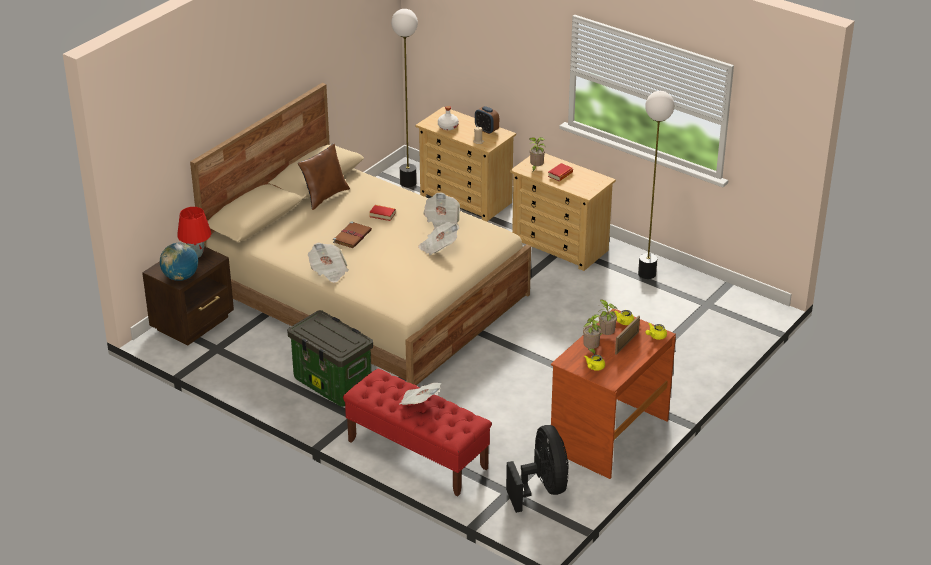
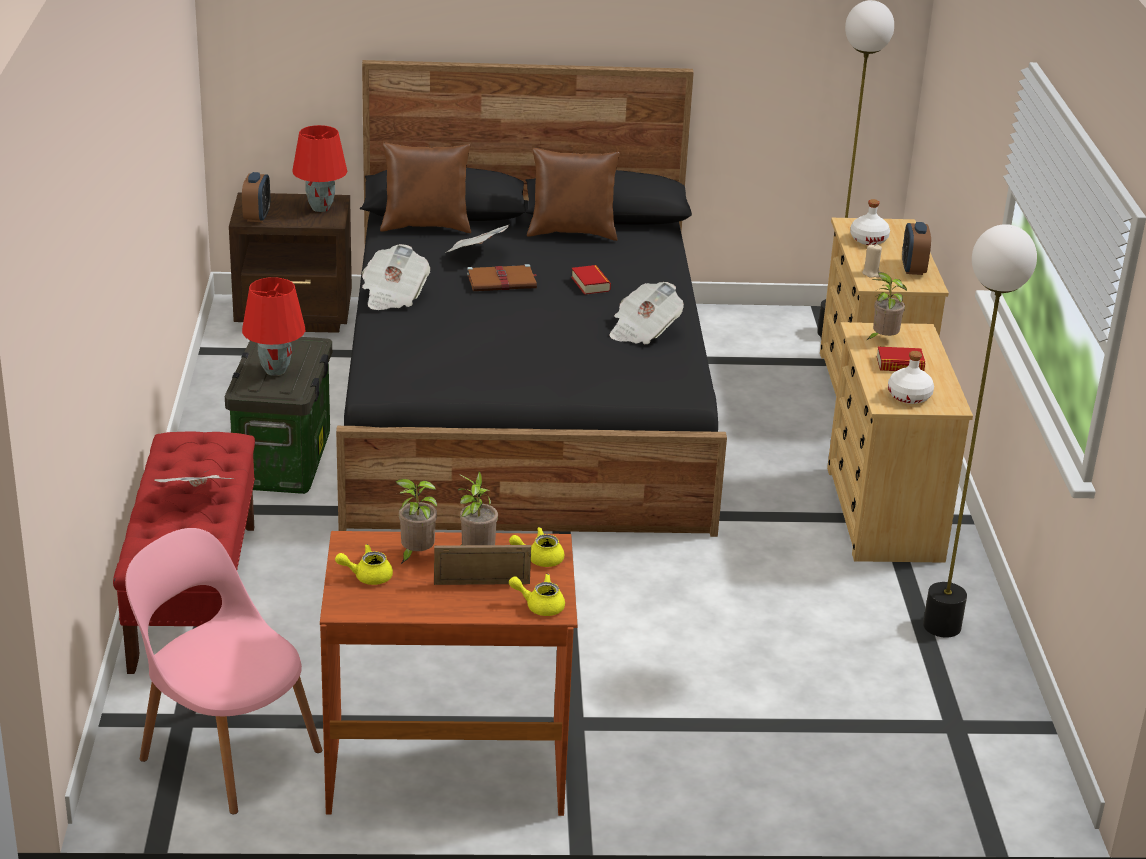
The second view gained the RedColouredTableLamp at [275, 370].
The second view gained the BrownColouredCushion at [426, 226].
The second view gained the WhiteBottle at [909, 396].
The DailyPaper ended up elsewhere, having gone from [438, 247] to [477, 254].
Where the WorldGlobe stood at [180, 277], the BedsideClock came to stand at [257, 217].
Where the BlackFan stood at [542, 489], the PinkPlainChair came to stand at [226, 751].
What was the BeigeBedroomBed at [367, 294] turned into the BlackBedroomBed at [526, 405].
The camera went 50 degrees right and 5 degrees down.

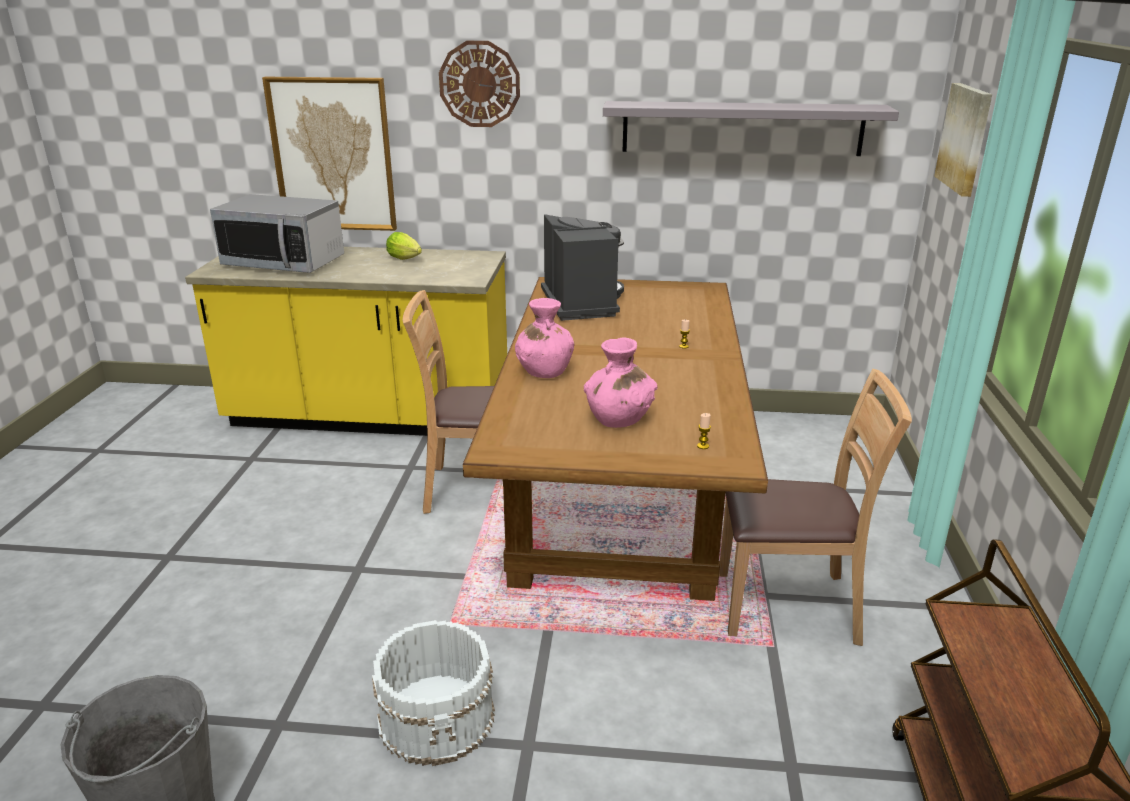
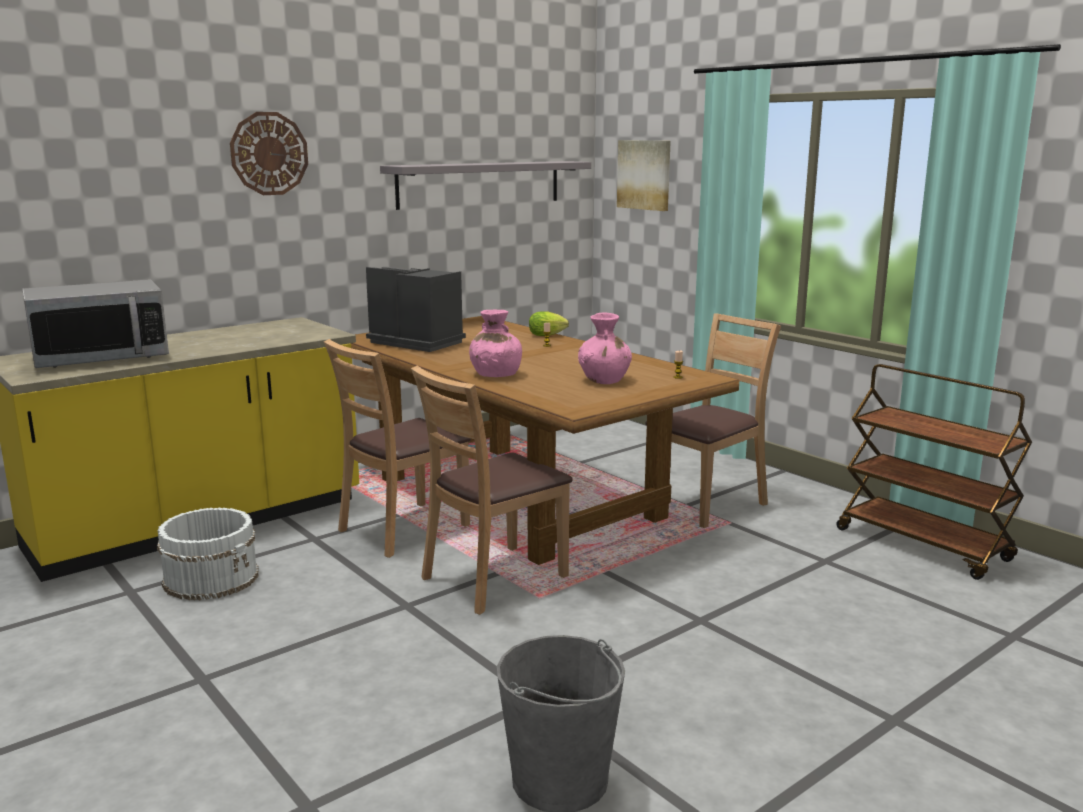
The second view lost the Picture at [333, 155].
The second view gained the BrownColouredPlainChair at [494, 579].
The WhiteBucket ended up elsewhere, having gone from [438, 716] to [212, 577].
The HeadOfLettuce ended up elsewhere, having gone from [406, 259] to [549, 335].
The camera went 45 degrees left and 10 degrees down.

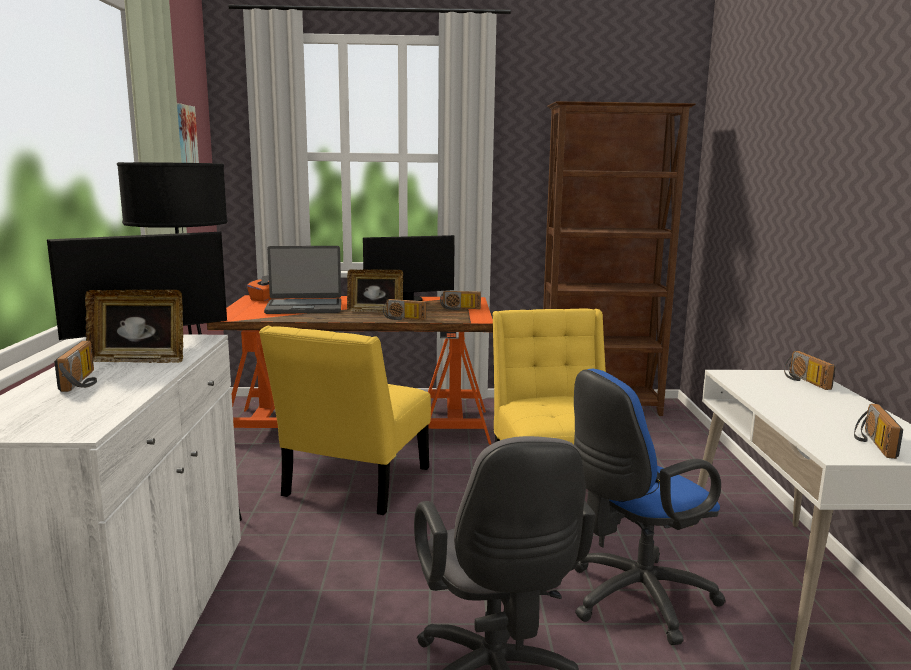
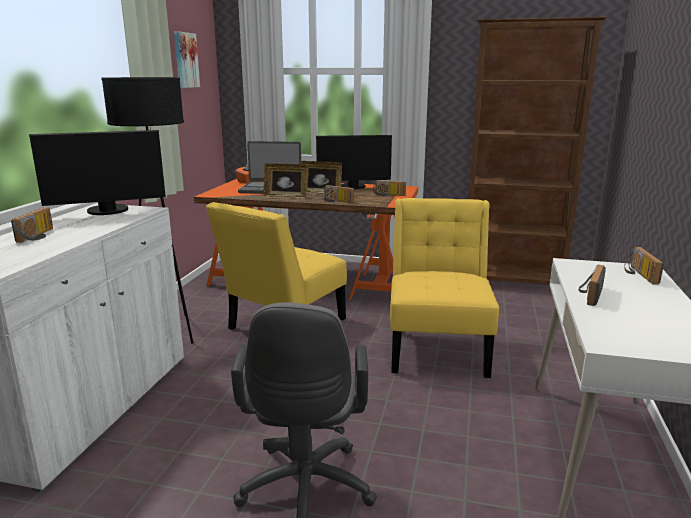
The second view lost the BlueColouredDeskChair at [633, 600].
The PictureFrame ended up elsewhere, having gone from [138, 360] to [286, 197].
The RadioReceiver ended up elsewhere, having gone from [871, 443] to [588, 294].
The camera went 15 degrees right and 5 degrees up.

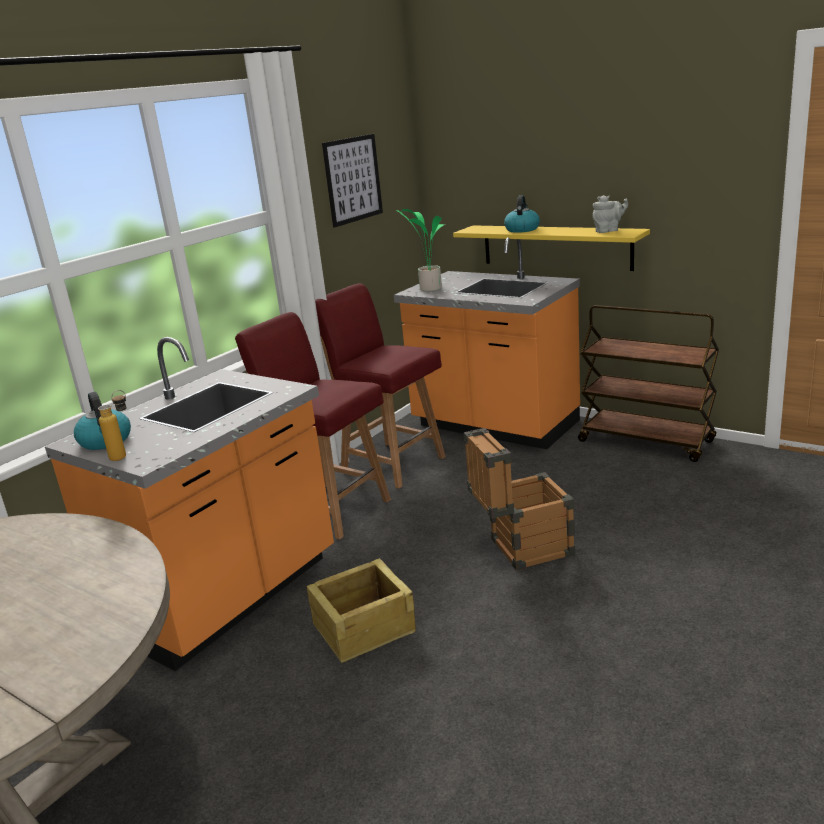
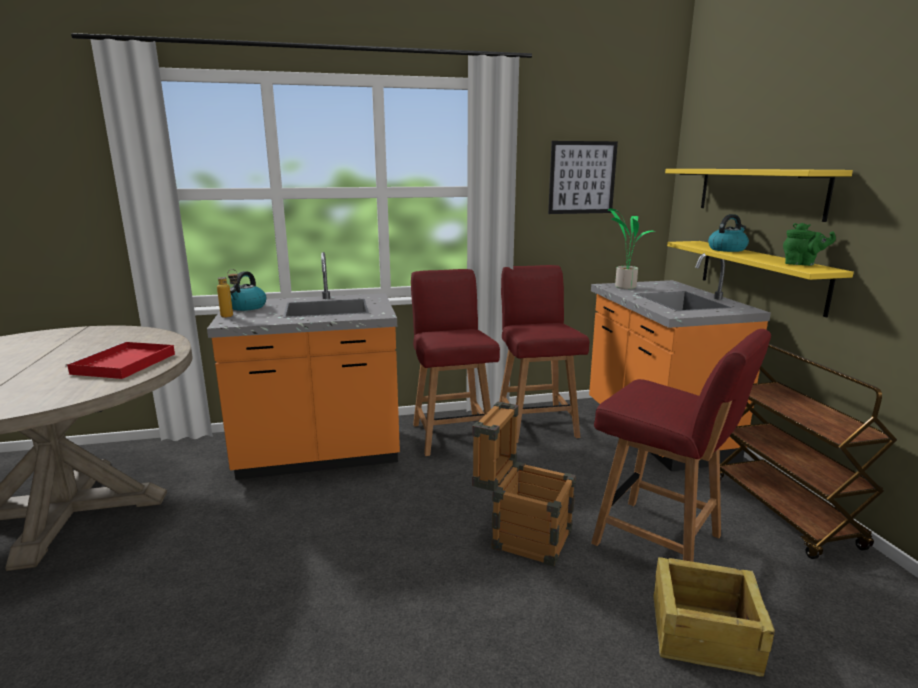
The second view gained the RedColouredCarryingTray at [123, 364].
The second view gained the RedColouredPlainChair at [660, 541].
The second view gained the YellowBracketShelf at [758, 191].
The PackingCrate ended up elsewhere, having gone from [362, 627] to [703, 633].
What was the GreyTeapot at [608, 231] turned into the GreenishTeapot at [802, 264].
The camera went 40 degrees right and 5 degrees down.

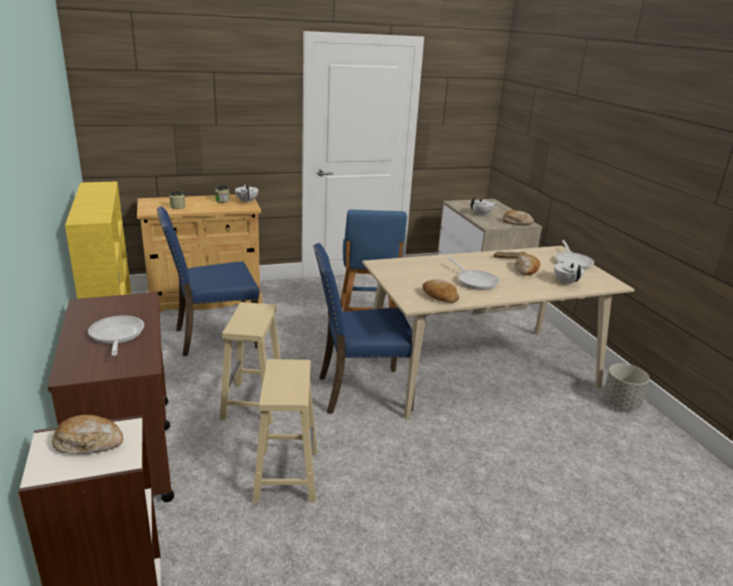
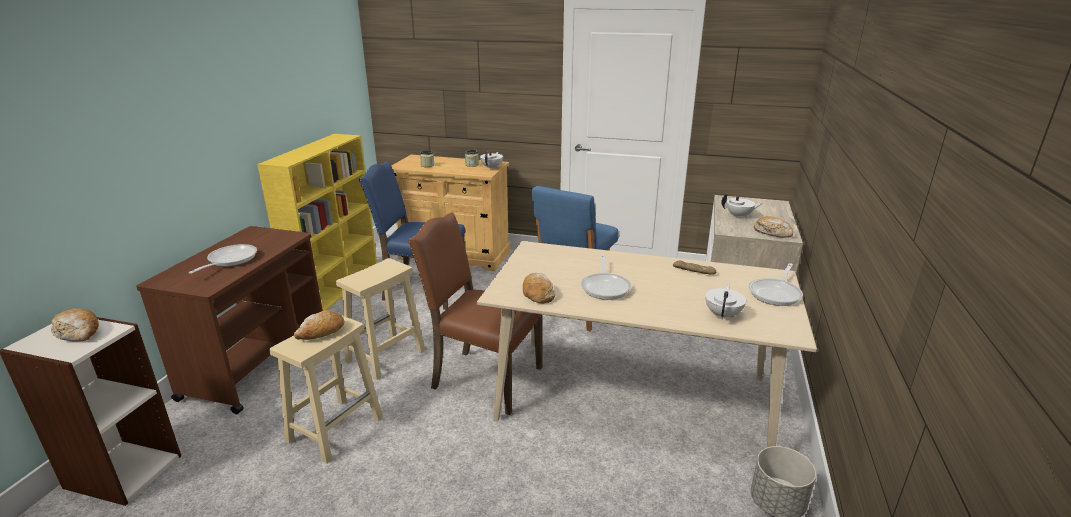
The Bread ended up elsewhere, having gone from [526, 270] to [321, 332].
What was the BlueColouredPlainChair at [361, 392] turned into the BrownColouredPlainChair at [484, 378].
The camera went 35 degrees right and 0 degrees up.

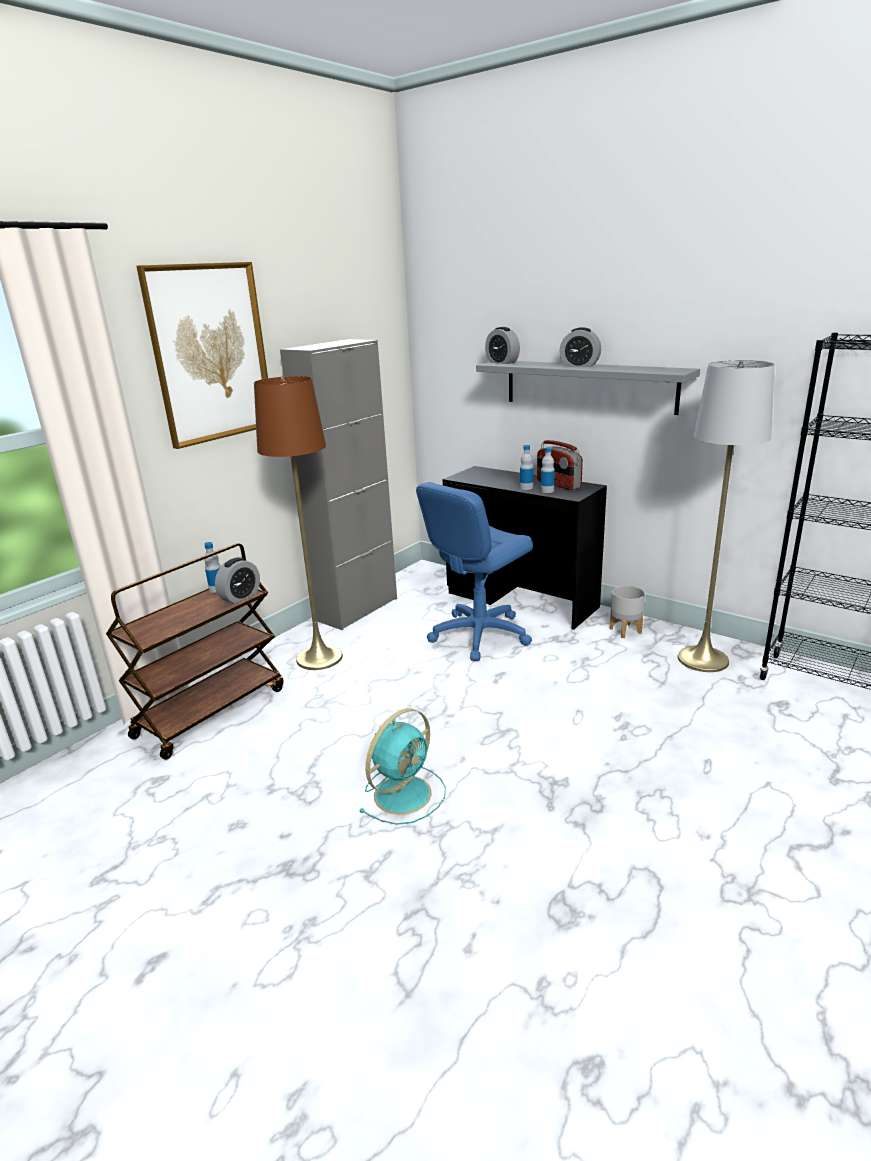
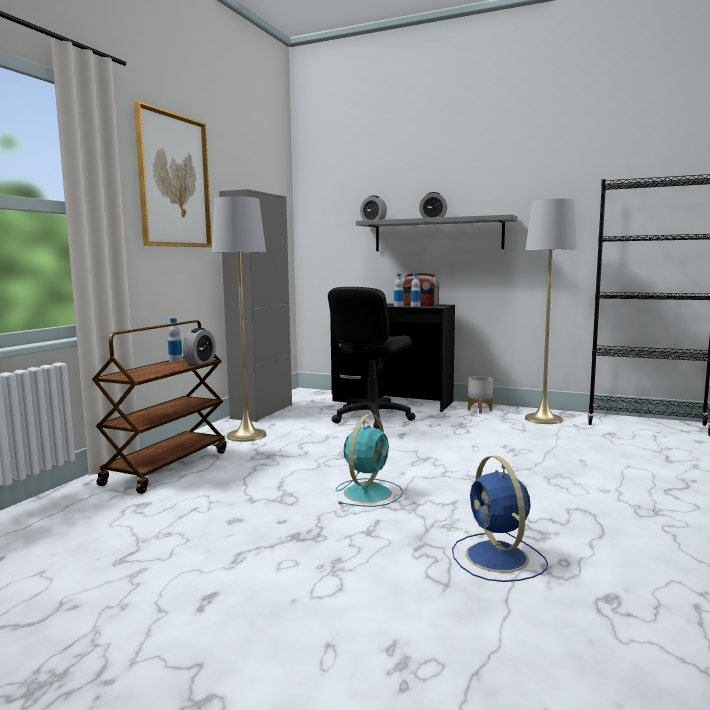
The second view gained the BlueColouredFan at [498, 558].
What was the BrownColouredStandingLamp at [319, 658] turned into the GreyStandingLamp at [246, 435].
What was the BlueColouredDeskChair at [479, 635] turned into the BlackDeskChair at [372, 418].
The camera went 15 degrees left and 15 degrees down.

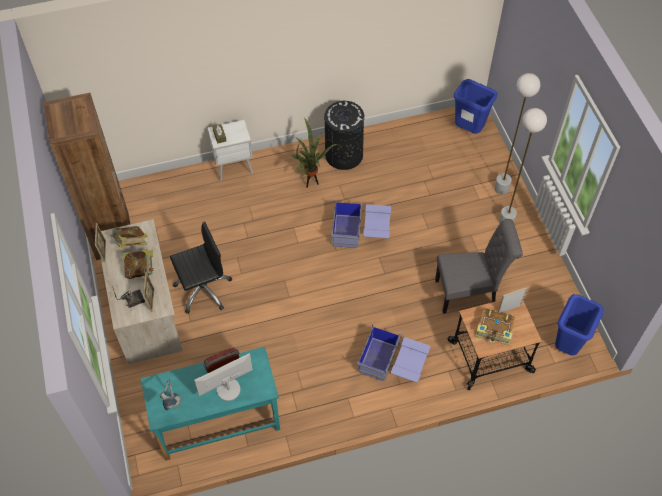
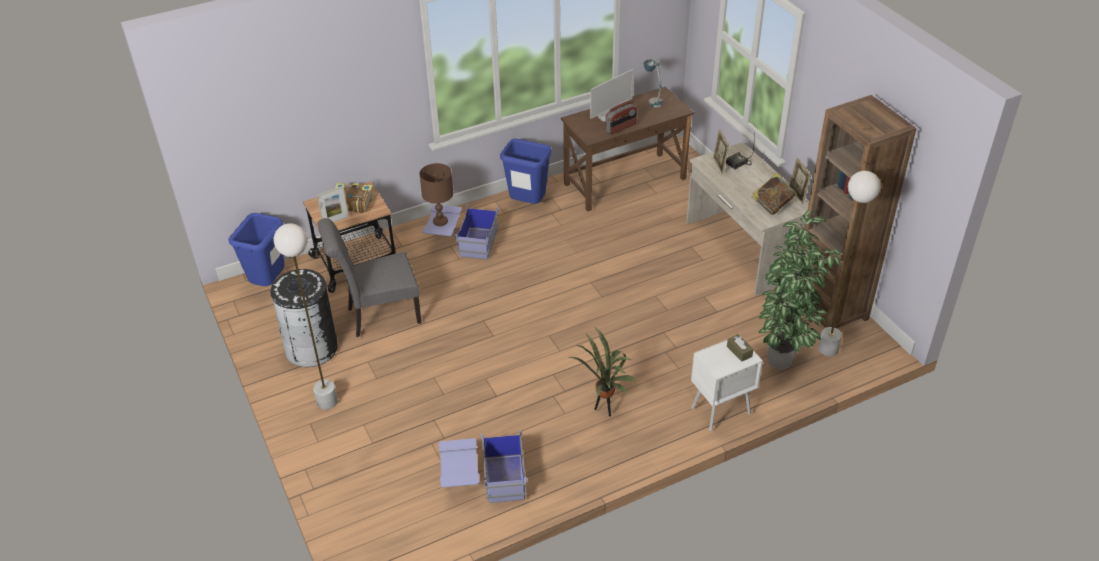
The second view lost the Volume at [140, 270].
The second view lost the BlackDeskChair at [203, 290].
The second view gained the BrownColouredTableLamp at [440, 221].
The second view gained the PlantInAPot at [782, 364].
The BlackRubbishBin ended up elsewhere, having gone from [343, 155] to [312, 348].
The BlueColouredStorageBin ended up elsewhere, having gone from [361, 233] to [483, 481].
The BlueColouredRubbishBin ended up elsewhere, having gone from [469, 130] to [527, 204].
The WhiteStandingLamp ended up elsewhere, having gone from [501, 188] to [828, 349].
What was the BlueGreenDeskUnit at [218, 422] turned into the BrownColouredDeskUnit at [624, 181].
The camera went 170 degrees right and 15 degrees down.

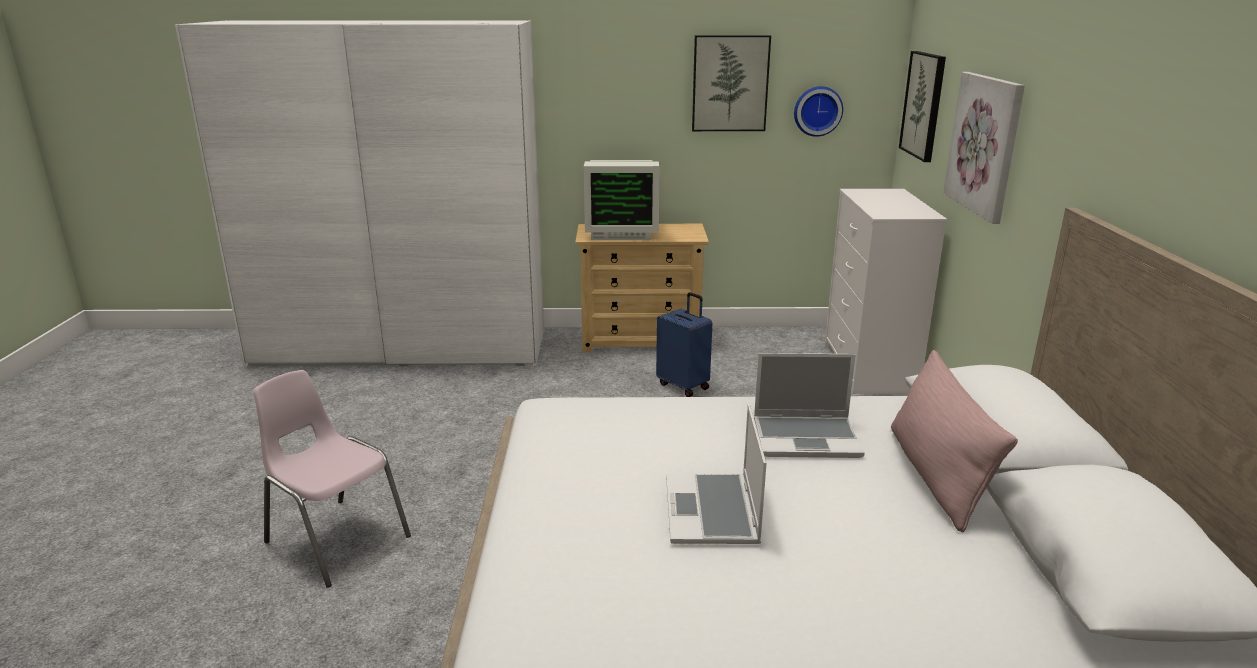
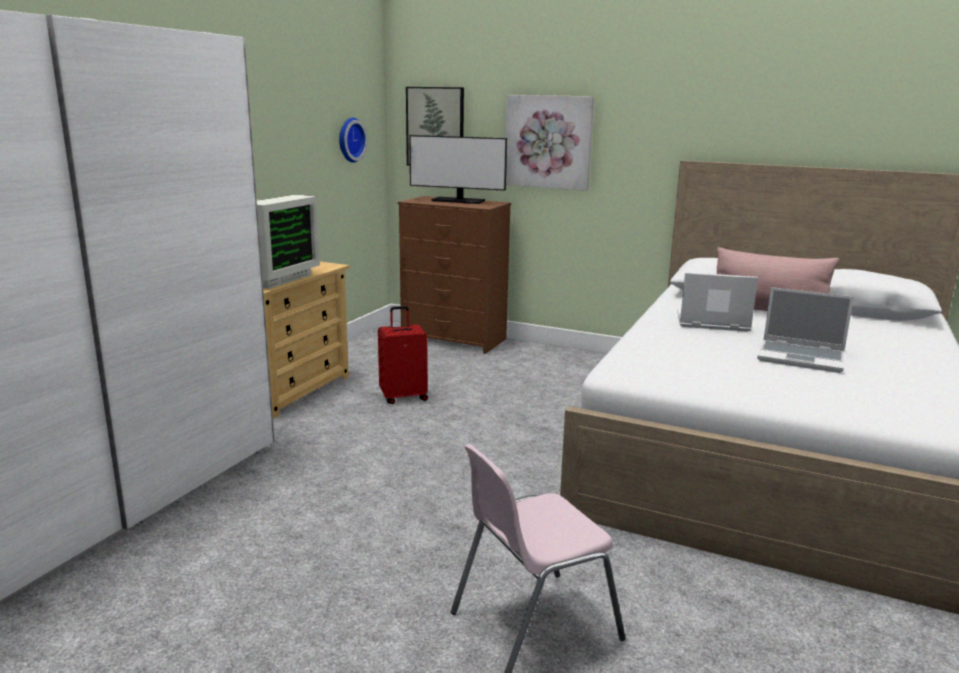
The second view lost the Picture at [730, 83].
The second view gained the Monitor at [458, 201].
What was the BlueColouredSuitcase at [684, 386] turned into the RedColouredSuitcase at [403, 397].
What was the WhiteDresser at [869, 368] turned into the BrownColouredDresser at [454, 339].
The NotebookComputer at [807, 438] ended up facing another way, 105 degrees counterclockwise from before.
The camera went 65 degrees left and 5 degrees down.

